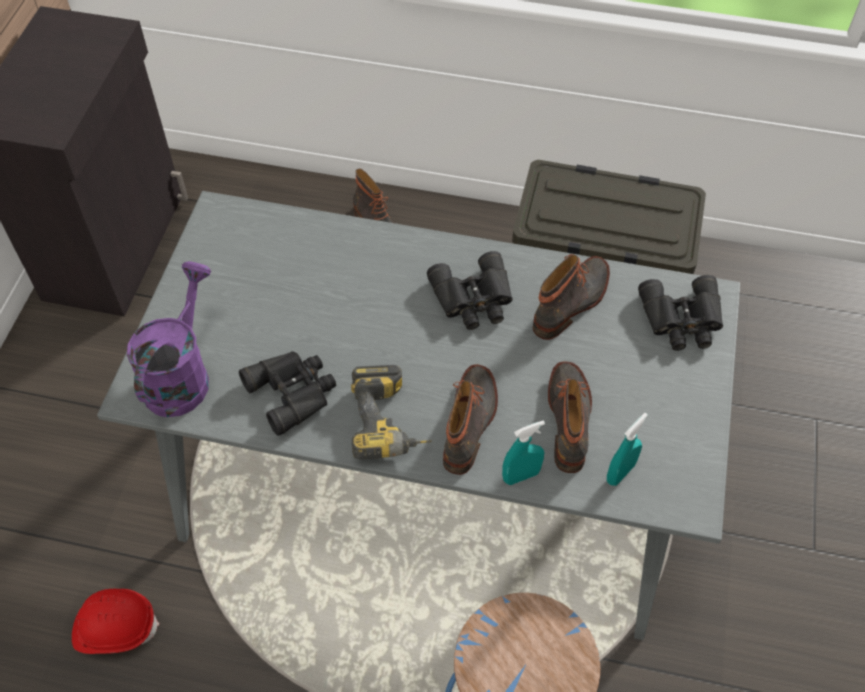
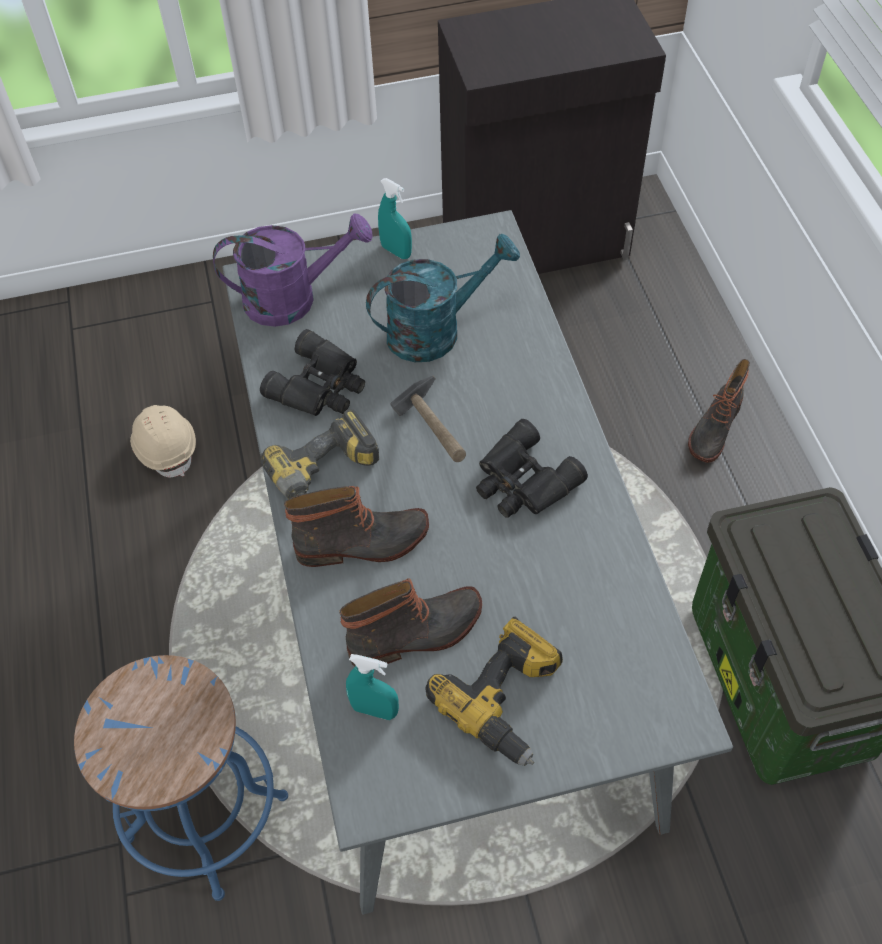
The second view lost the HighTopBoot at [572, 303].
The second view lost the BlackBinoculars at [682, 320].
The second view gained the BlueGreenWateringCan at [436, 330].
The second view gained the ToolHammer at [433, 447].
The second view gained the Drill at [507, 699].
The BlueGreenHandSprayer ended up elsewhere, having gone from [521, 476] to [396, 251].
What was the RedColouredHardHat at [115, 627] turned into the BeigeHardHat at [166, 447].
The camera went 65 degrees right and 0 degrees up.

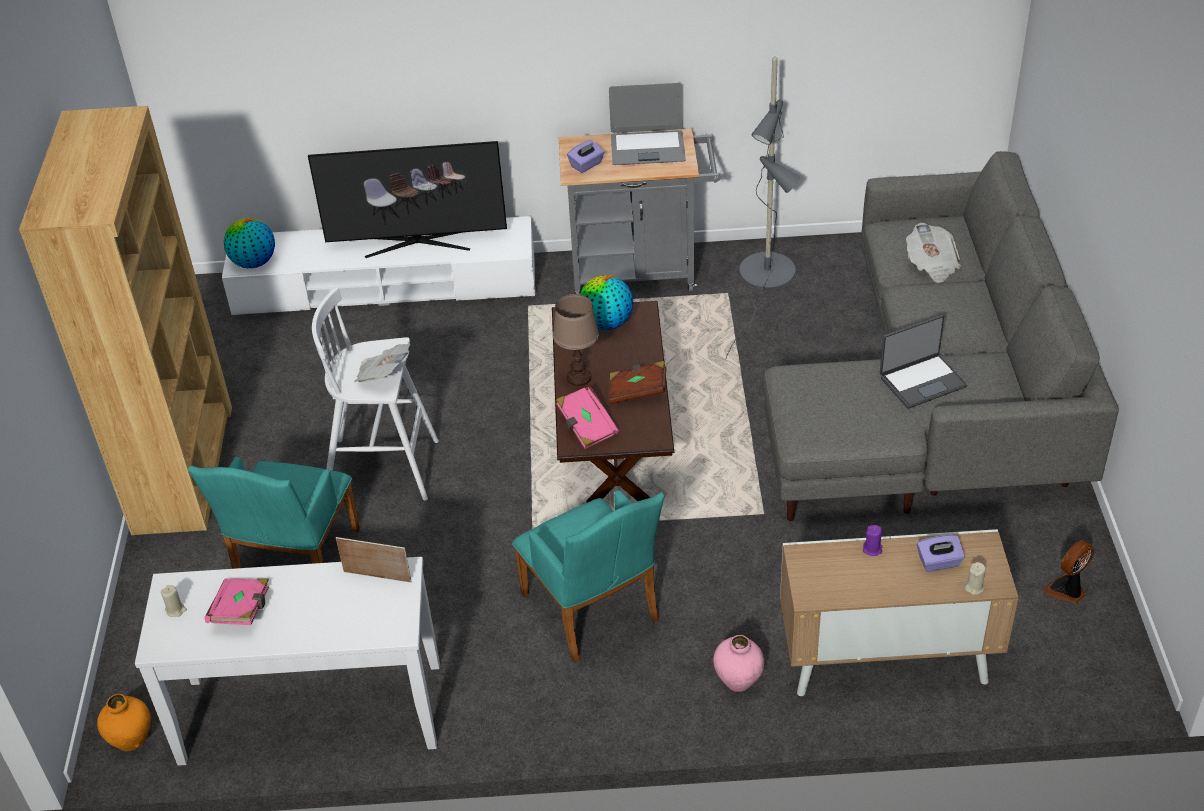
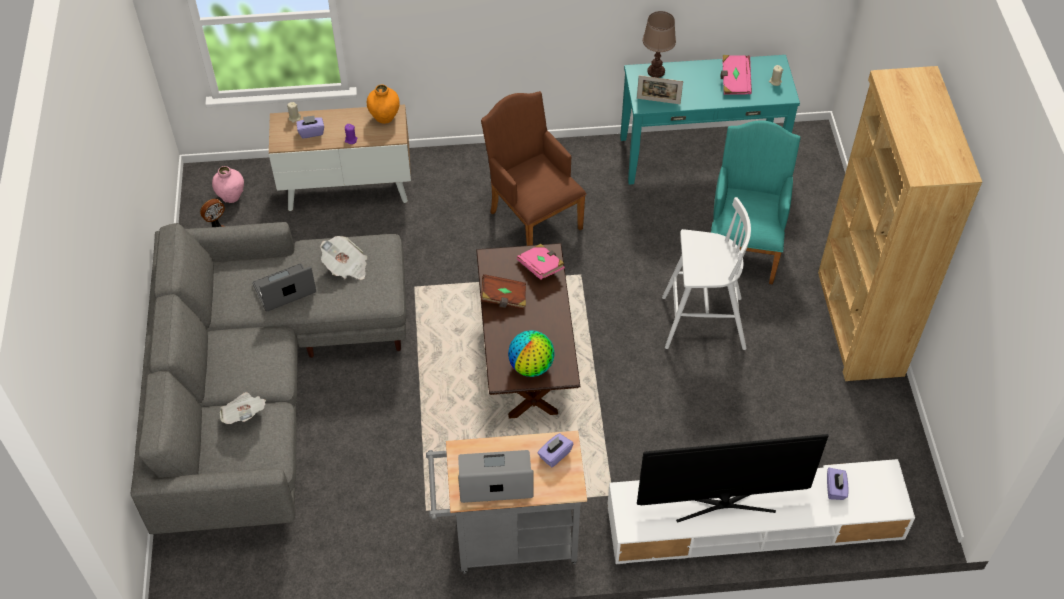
The second view lost the WorldGlobe at [253, 263].
The second view lost the GreyStandingLamp at [764, 278].
The second view gained the PurplishTissueBox at [835, 489].
The OrangeyFlowerVase ended up elsewhere, having gone from [132, 740] to [384, 117].
The DailyPaper ended up elsewhere, having gone from [384, 375] to [346, 267].
The BrownColouredTableLamp ended up elsewhere, having gone from [579, 378] to [656, 71].
The PinkFlowerVase ended up elsewhere, having gone from [738, 681] to [231, 196].
What was the WhiteConsoleTable at [311, 713] turned into the BlueGreenConsoleTable at [700, 154].
What was the BlueGreenEasyChair at [593, 612] turned into the BrownColouredEasyChair at [533, 216].
The camera went 175 degrees right and 10 degrees up.

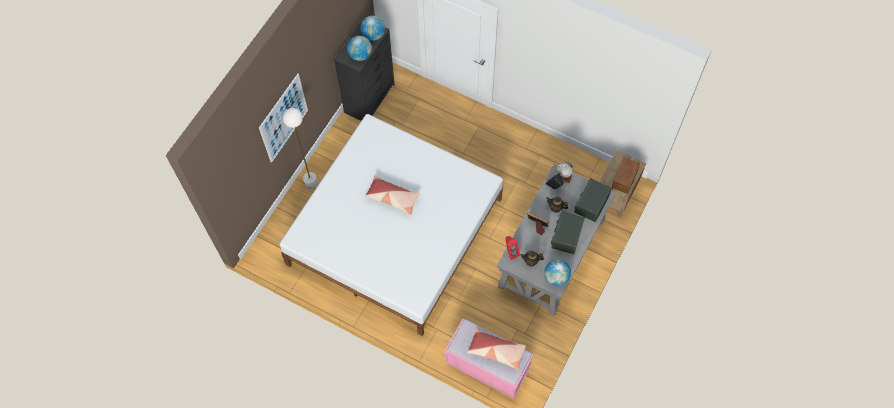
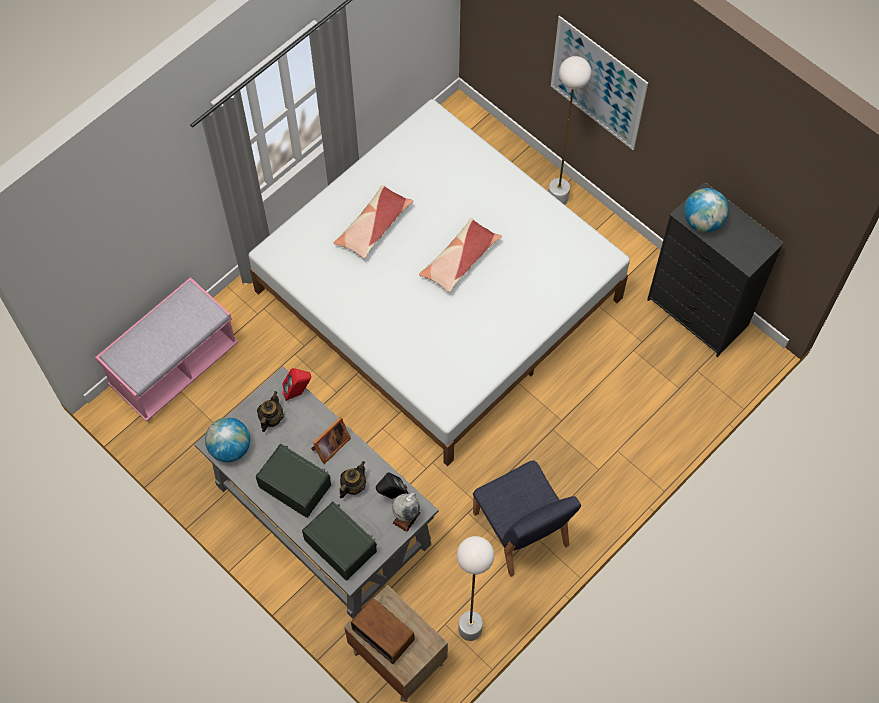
The second view lost the WorldGlobe at [373, 35].
The second view gained the WhiteStandingLamp at [470, 629].
The second view gained the BlueColouredPlainChair at [521, 530].
The Cushion ended up elsewhere, having gone from [496, 351] to [373, 227].
The camera went 105 degrees right and 0 degrees up.

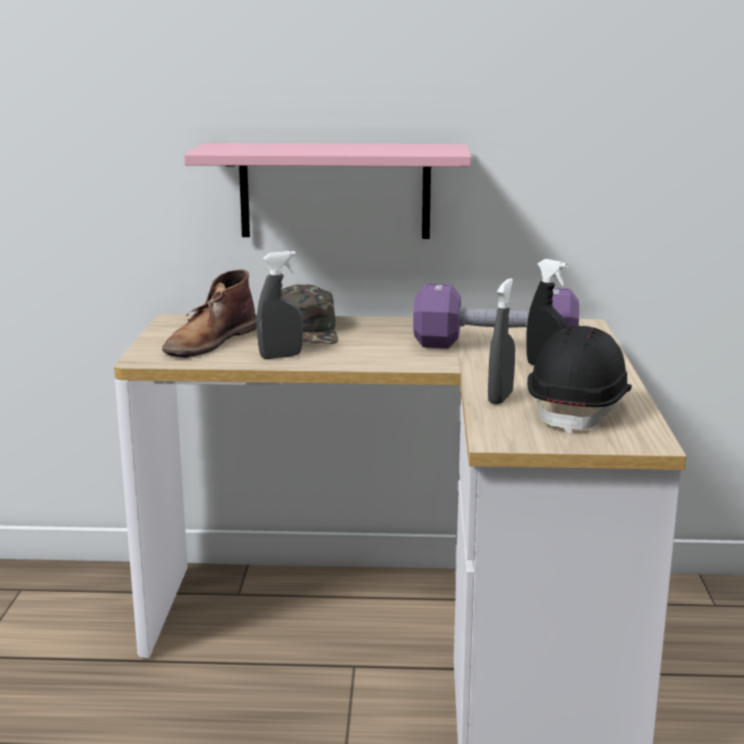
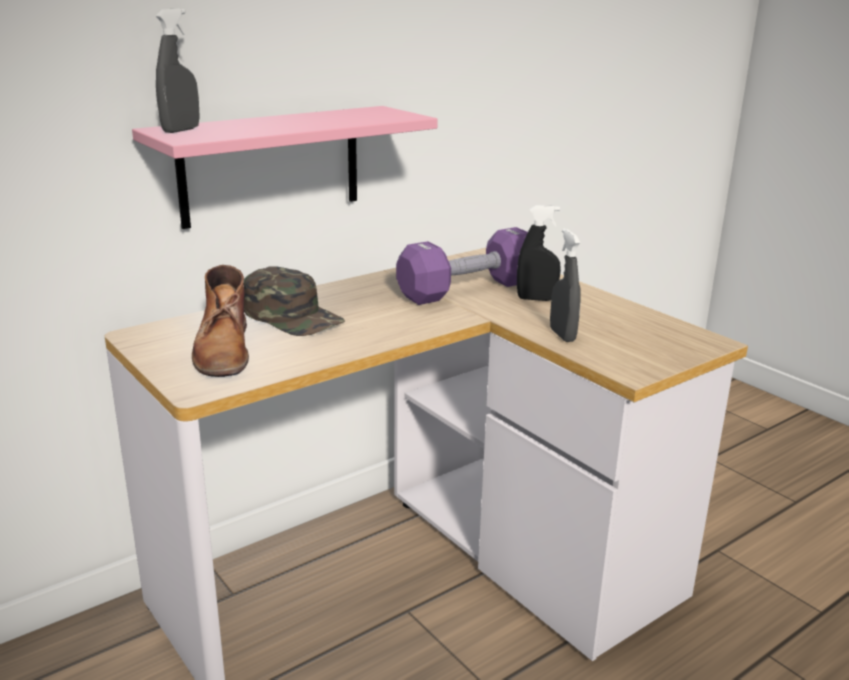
The second view lost the BlackHardHat at [579, 410].
The GreyHandSprayer ended up elsewhere, having gone from [280, 356] to [181, 130].
The camera went 40 degrees left and 5 degrees up.

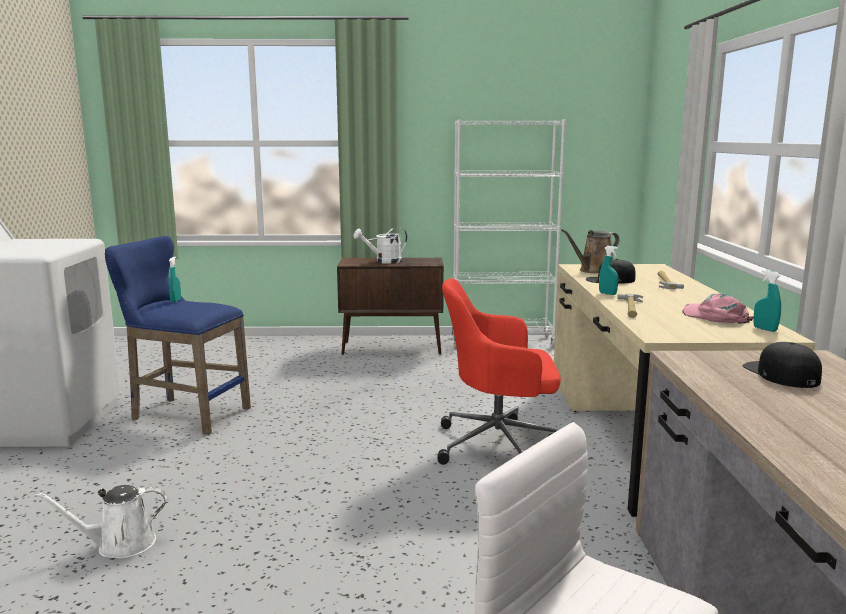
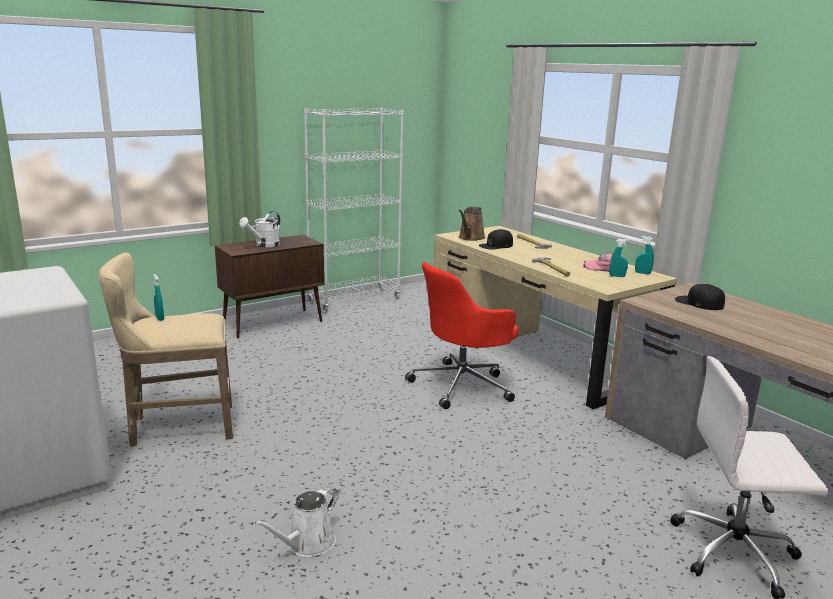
The BlueGreenHandSprayer ended up elsewhere, having gone from [607, 294] to [617, 276].
What was the BlueColouredSittingStool at [184, 414] turned into the BeigeSittingStool at [176, 427].
The camera went 35 degrees left and 5 degrees up.

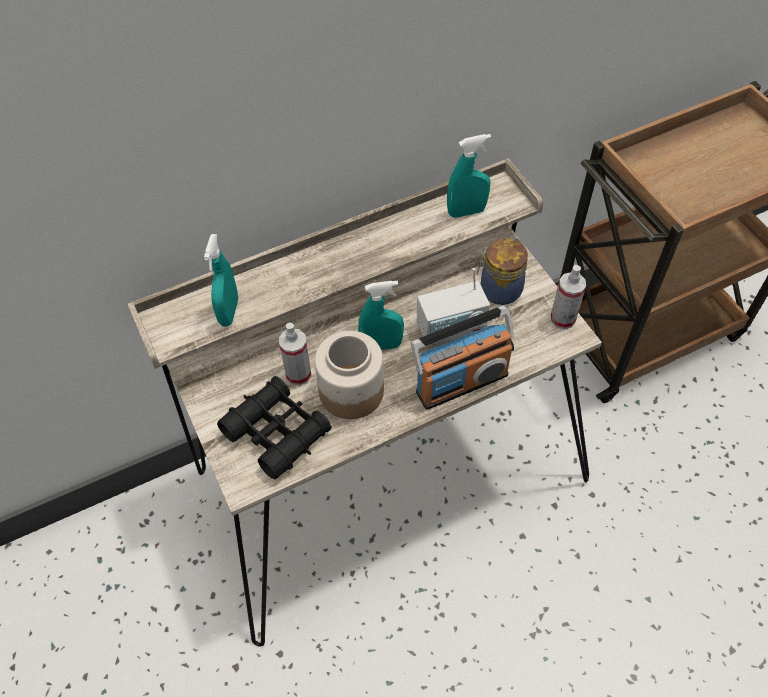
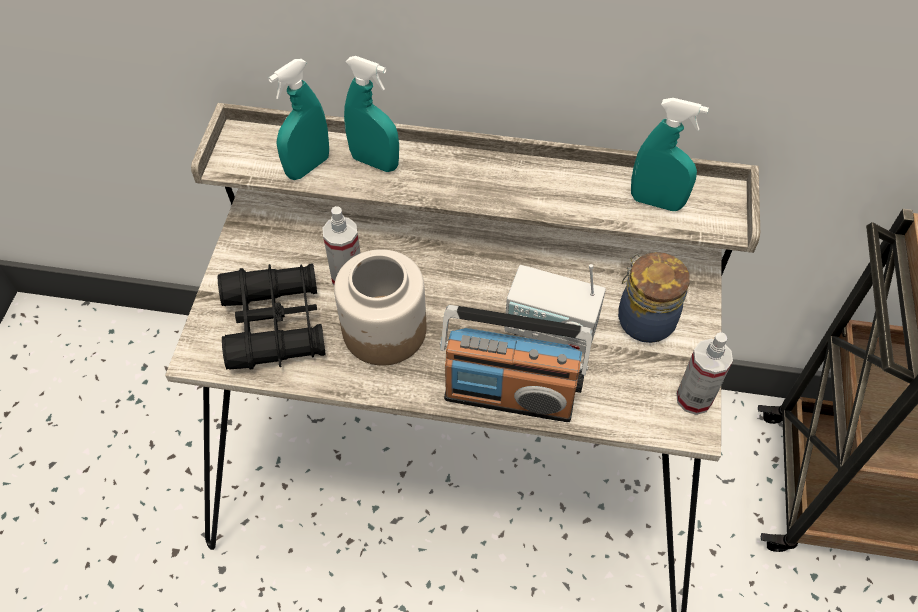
The BlueGreenHandSprayer ended up elsewhere, having gone from [381, 345] to [375, 162].
The camera went 35 degrees right and 0 degrees up.

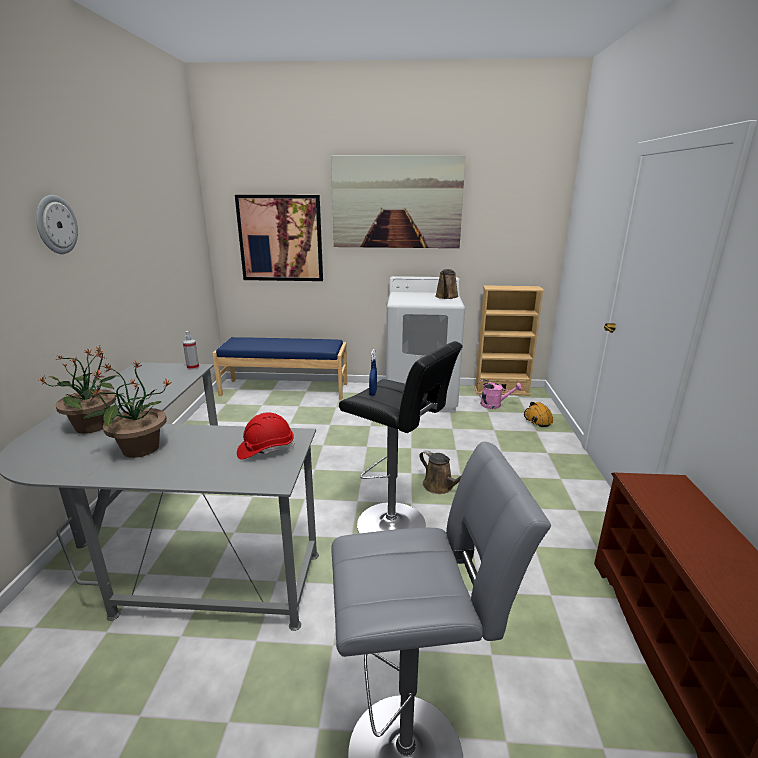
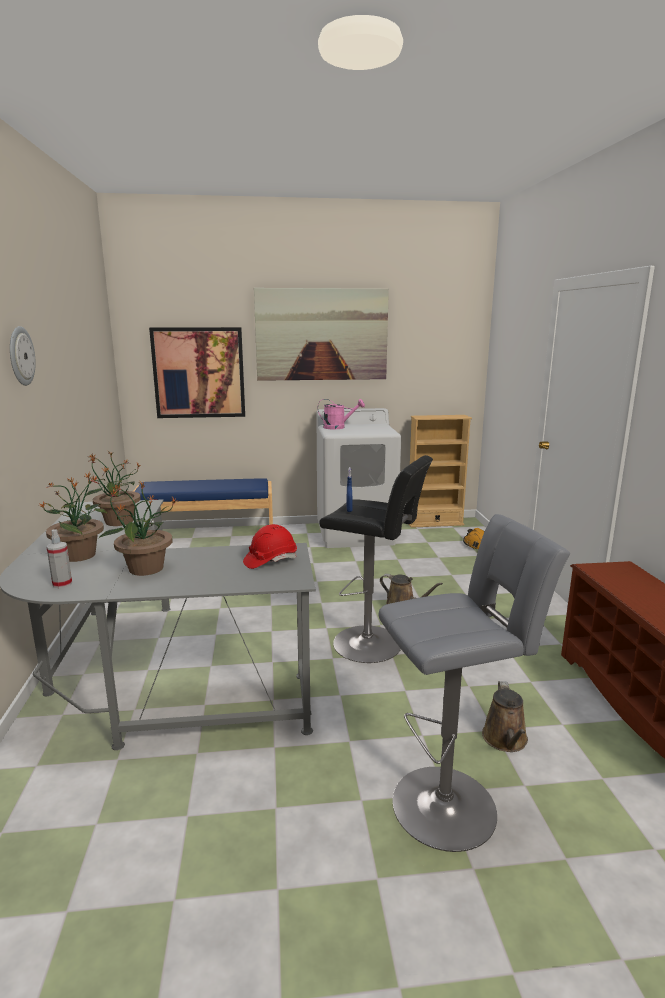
The second view gained the PlantInAPot at [118, 522].
The HandSprayer ended up elsewhere, having gone from [193, 367] to [62, 584].
The BrownColouredWateringCan ended up elsewhere, having gone from [446, 297] to [505, 740].
The PinkWateringCan ended up elsewhere, having gone from [495, 405] to [338, 427].
The camera went 10 degrees left and 5 degrees down.

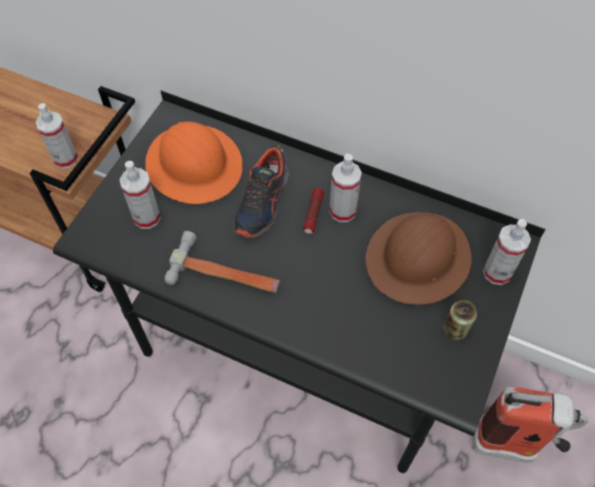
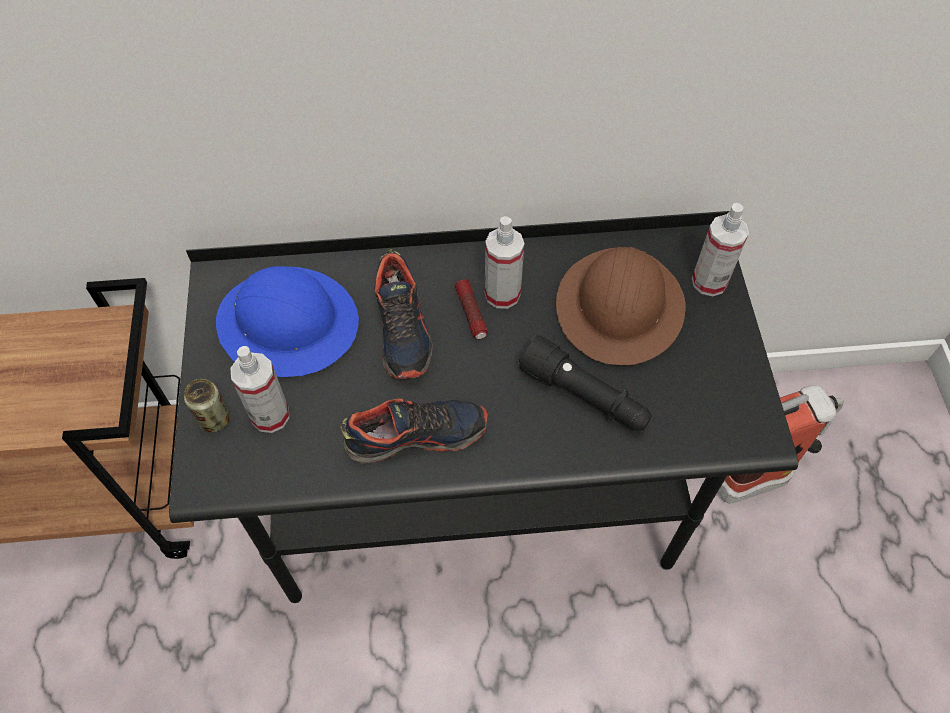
The second view lost the HandSprayer at [66, 159].
The second view gained the BlackTorch at [584, 396].
The Can ended up elsewhere, having gone from [455, 329] to [214, 420].
Where the ToolHammer stood at [225, 274], the LowShoe came to stand at [416, 435].
What was the OrangeyHardHat at [194, 165] turned into the BlueColouredHardHat at [288, 323].
The camera went 30 degrees left and 0 degrees up.

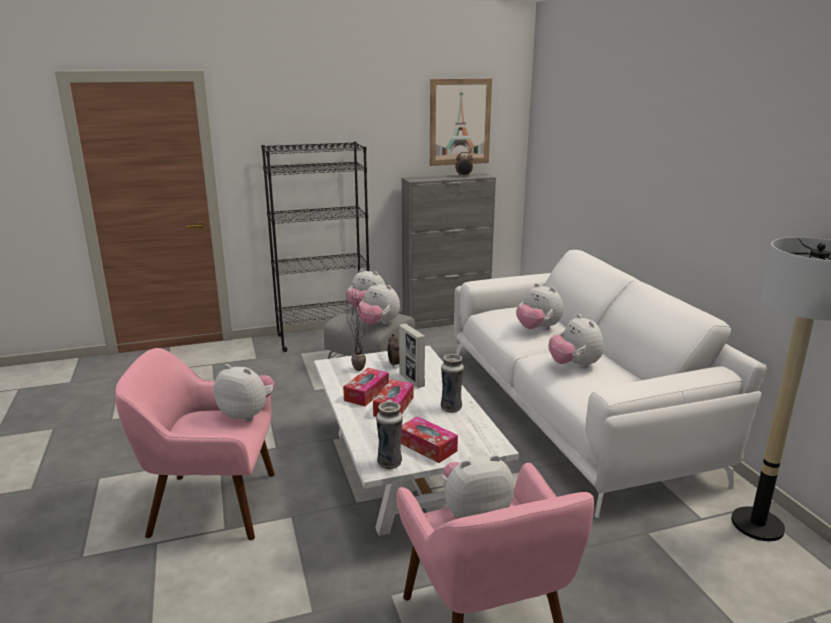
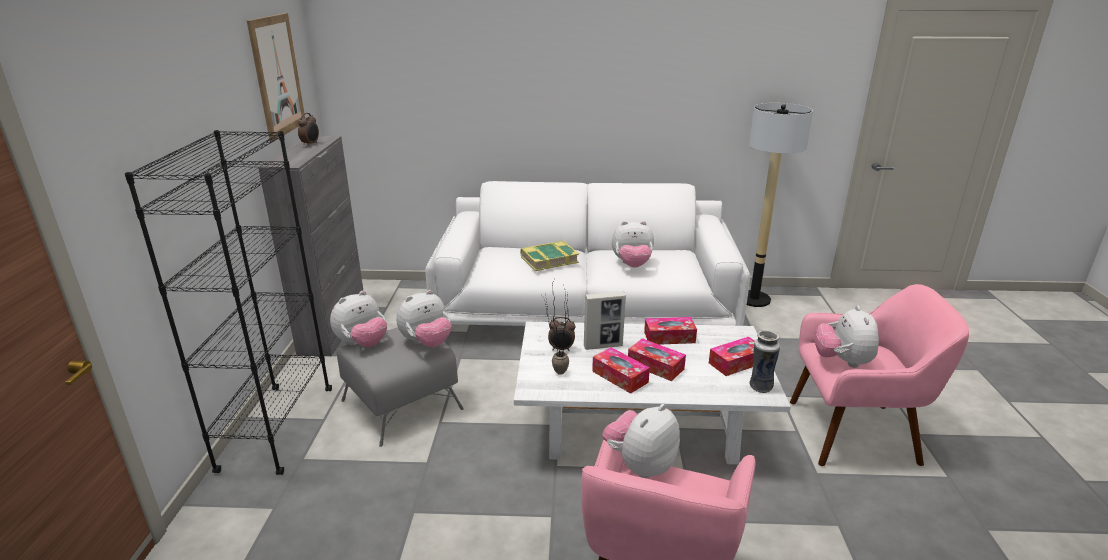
Where the FlowerVase stood at [451, 407], the TissueBox came to stand at [669, 337].
Where the PlushToy stood at [537, 329], the Volume came to stand at [549, 260].
The camera went 70 degrees left and 5 degrees up.

